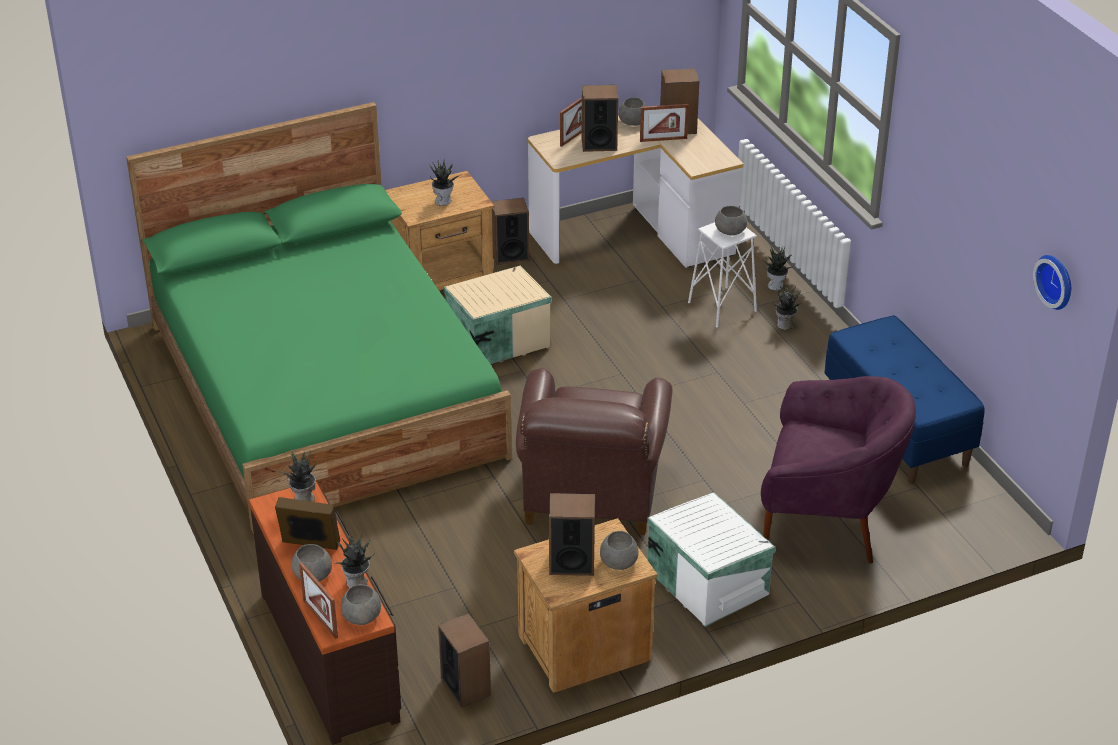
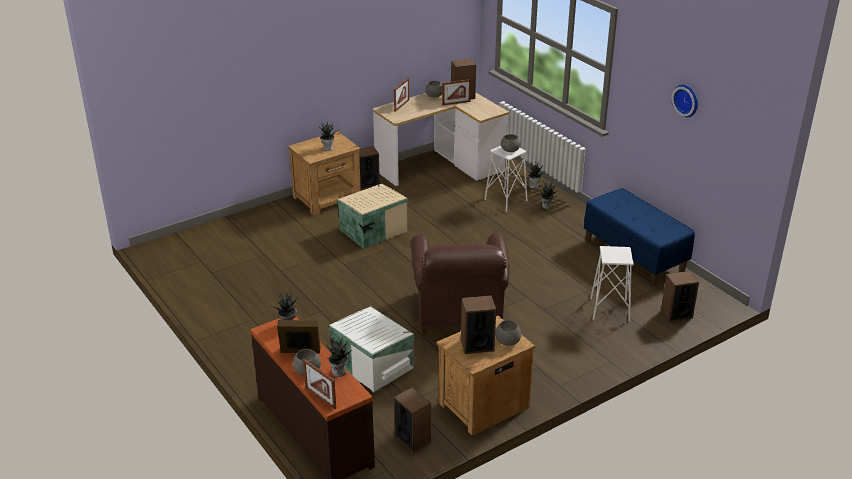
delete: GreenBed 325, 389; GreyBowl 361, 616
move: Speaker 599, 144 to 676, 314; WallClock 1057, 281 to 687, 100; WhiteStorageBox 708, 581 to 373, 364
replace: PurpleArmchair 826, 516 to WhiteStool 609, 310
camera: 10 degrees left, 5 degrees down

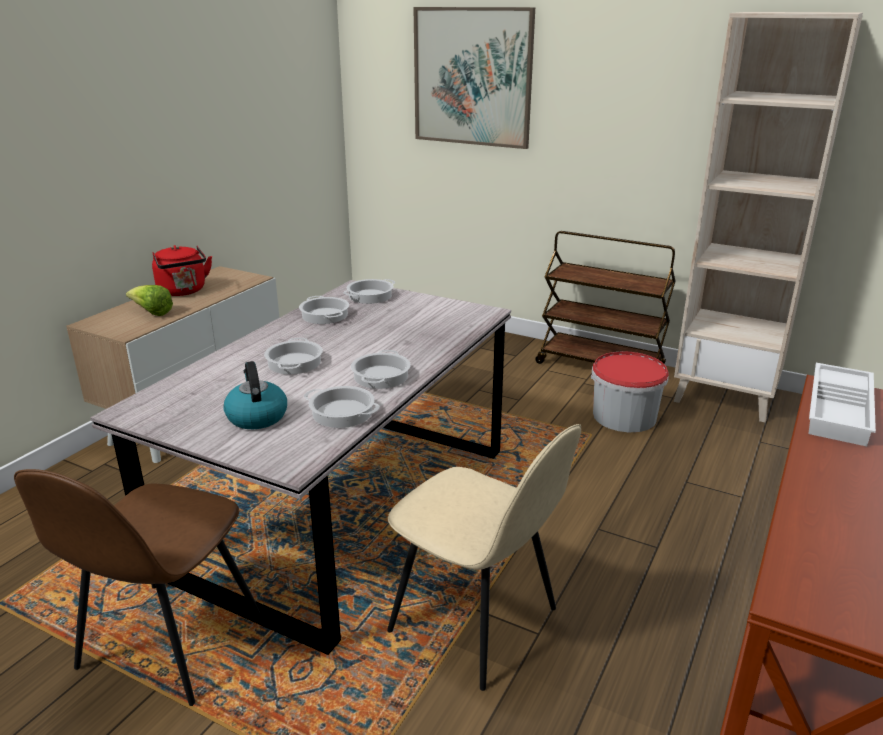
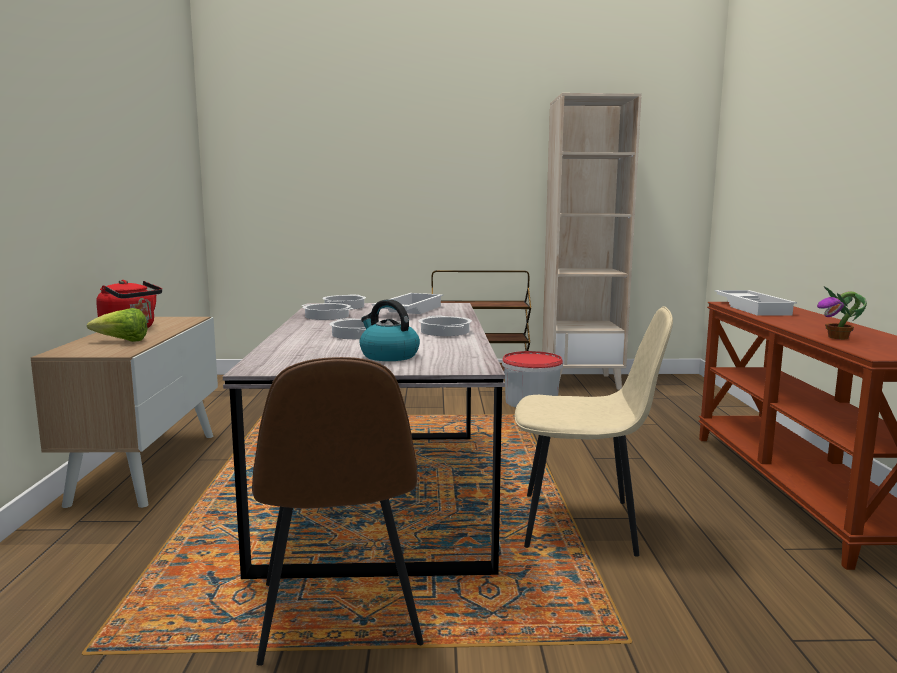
delete: Picture 472, 77; CookingPot 343, 413
insert: PottedPlant 838, 337; WhiteTray 408, 311
camera: 30 degrees left, 15 degrees down

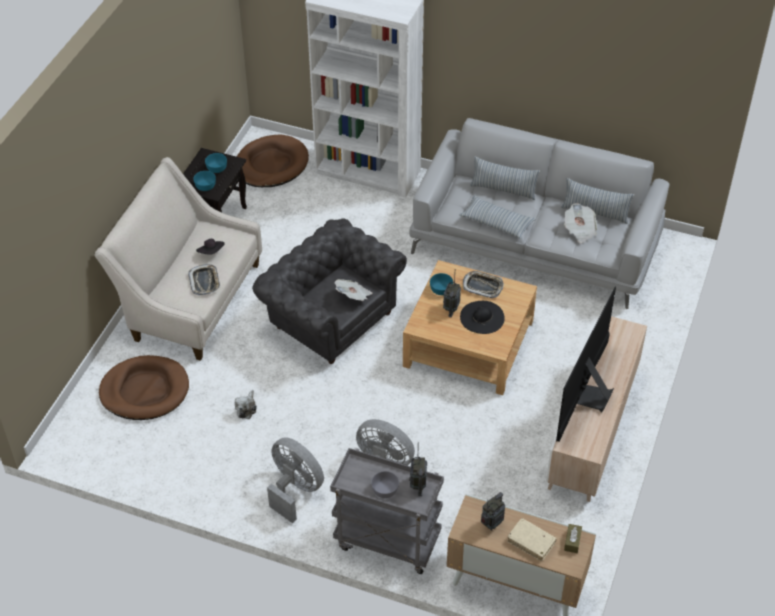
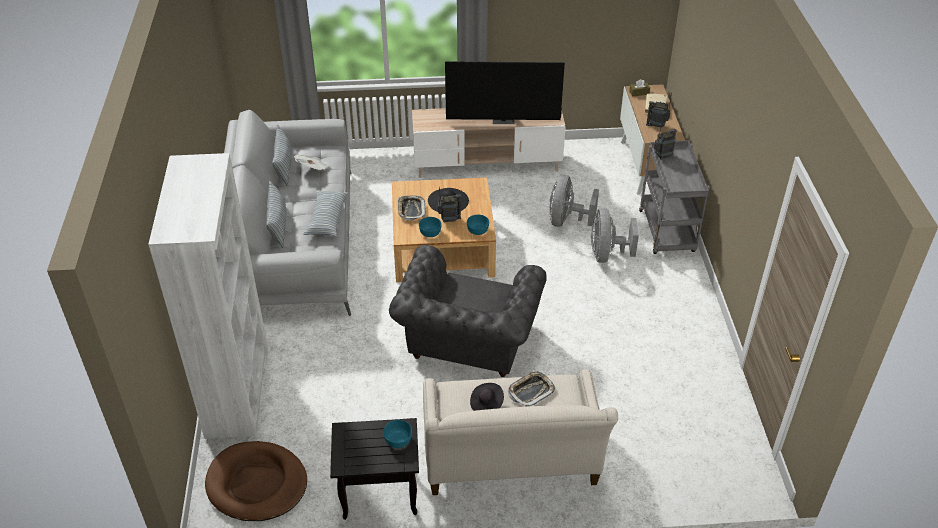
delete: Newspaper 353, 296; BrownDogBed 145, 391; PlushToy 246, 408; GreyBowl 385, 490
move: TurquoiseBowl 216, 168 to 477, 230; GreyFan 295, 489 to 566, 220
camera: 115 degrees left, 5 degrees down

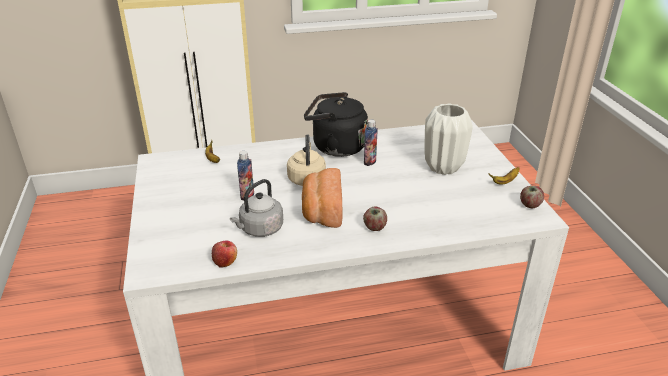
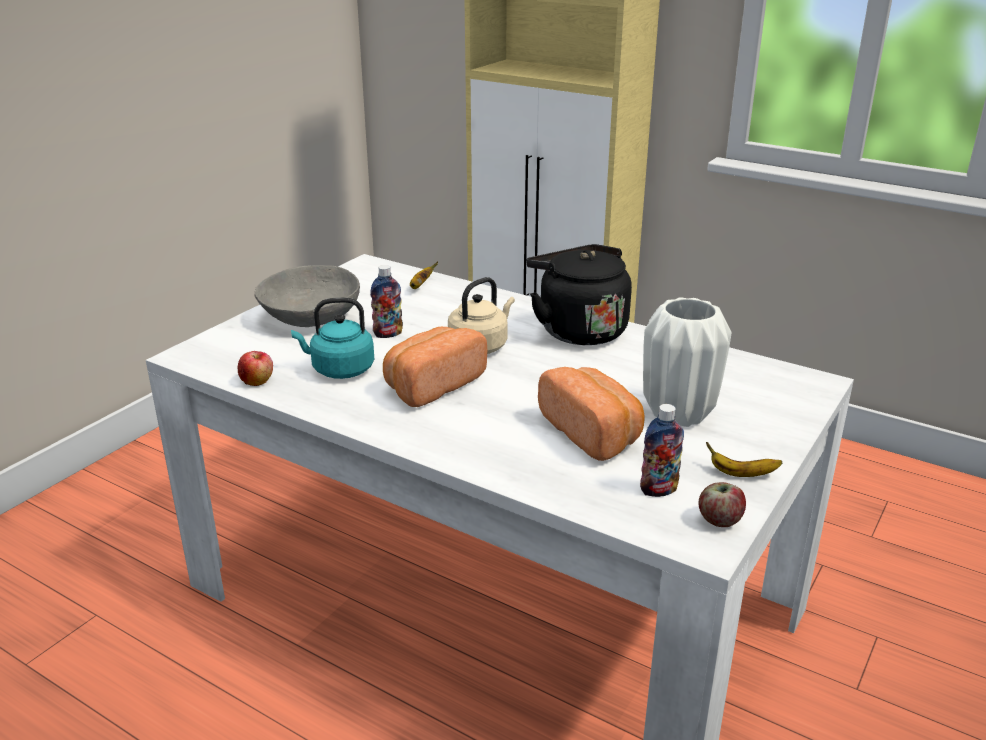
delete: Apple 374, 228
insert: GreyBowl 311, 316; Bread 593, 432
move: Bottle 370, 162 to 658, 490
recolor: GreyKettle 260, 229 to TurquoiseKettle 339, 370
camera: 45 degrees right, 5 degrees down

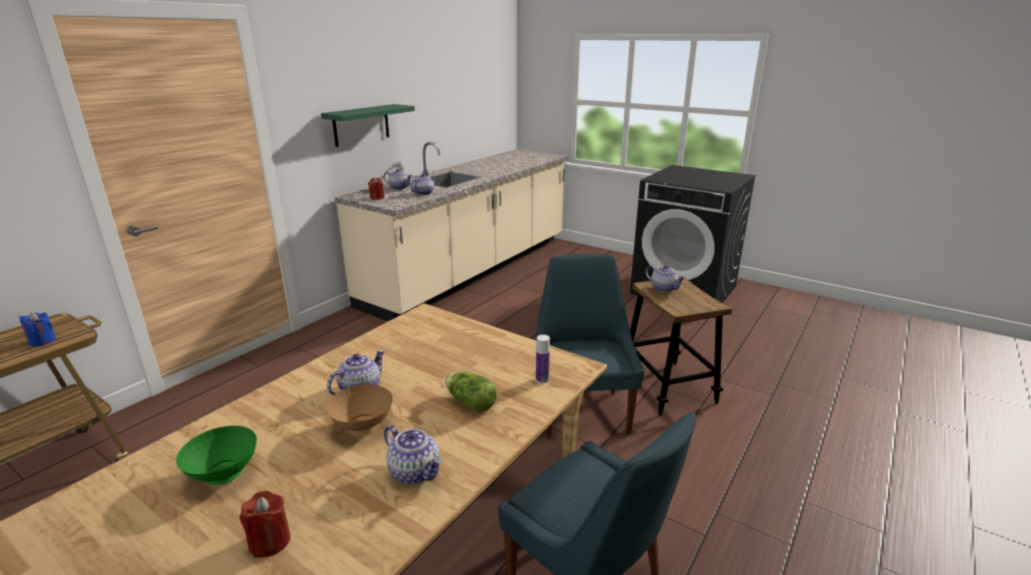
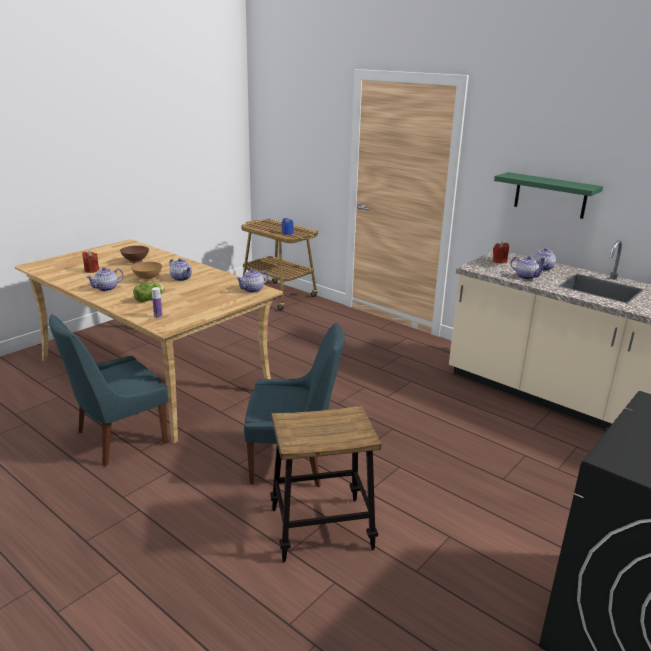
move: Teapot 664, 288 to 252, 290
recolor: GreenBowl 223, 475 to BrownBowl 135, 262
camera: 95 degrees right, 0 degrees up

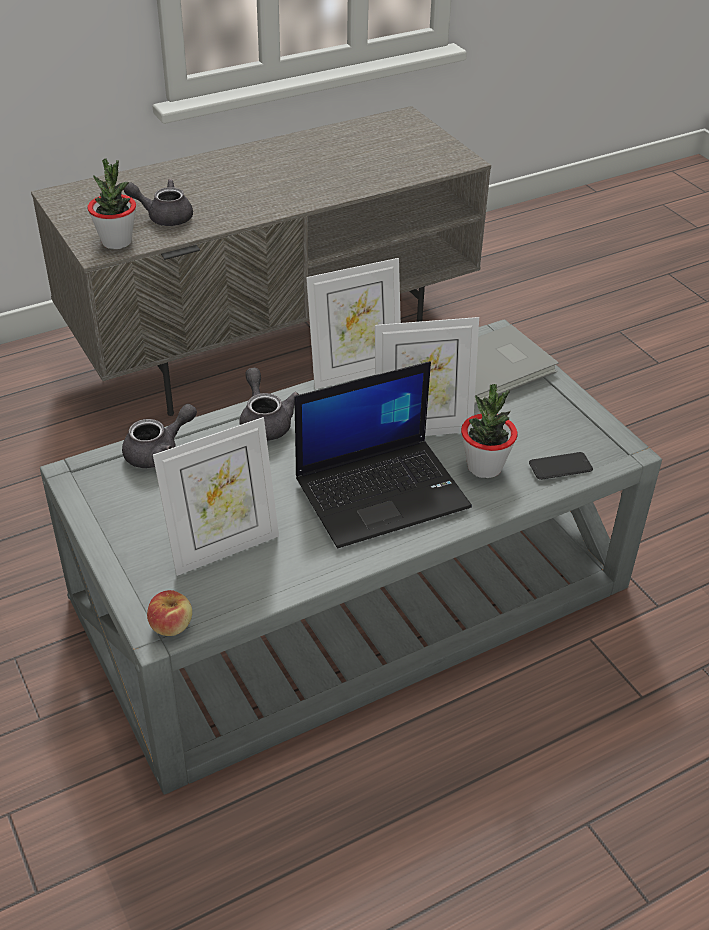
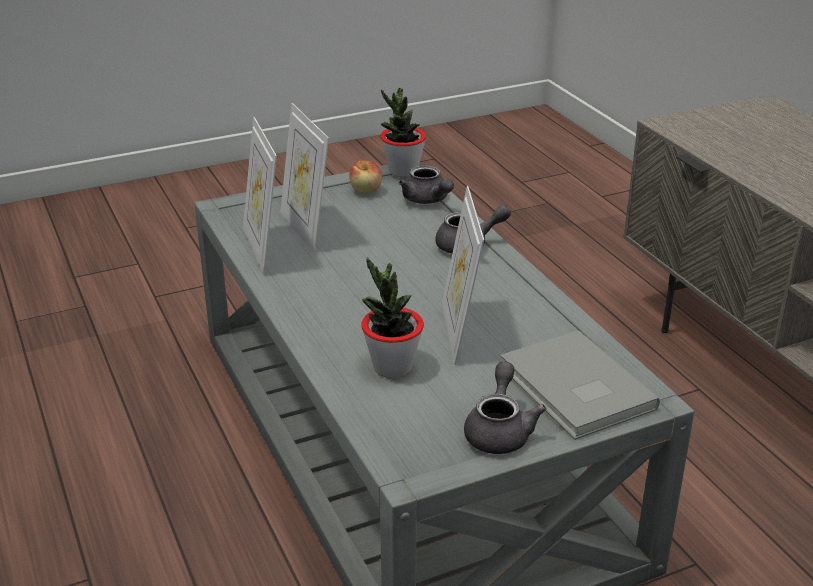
delete: Laptop 383, 491; Phone 560, 467
move: PottedPlant 117, 242 to 403, 171; GreyTeapot 164, 216 to 499, 430; PictureFrame 355, 372 to 263, 248; Apple 171, 625 to 366, 190
camera: 95 degrees right, 10 degrees down

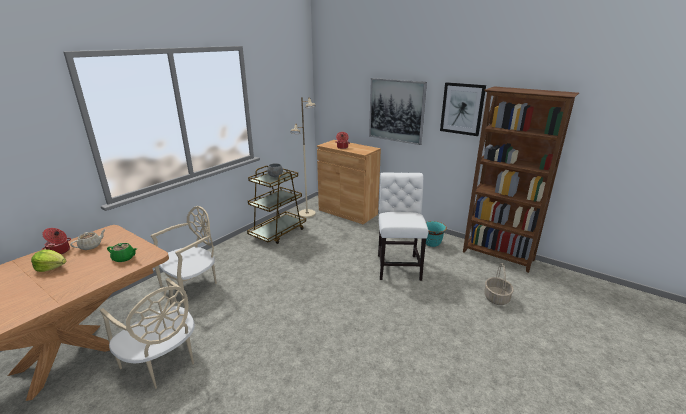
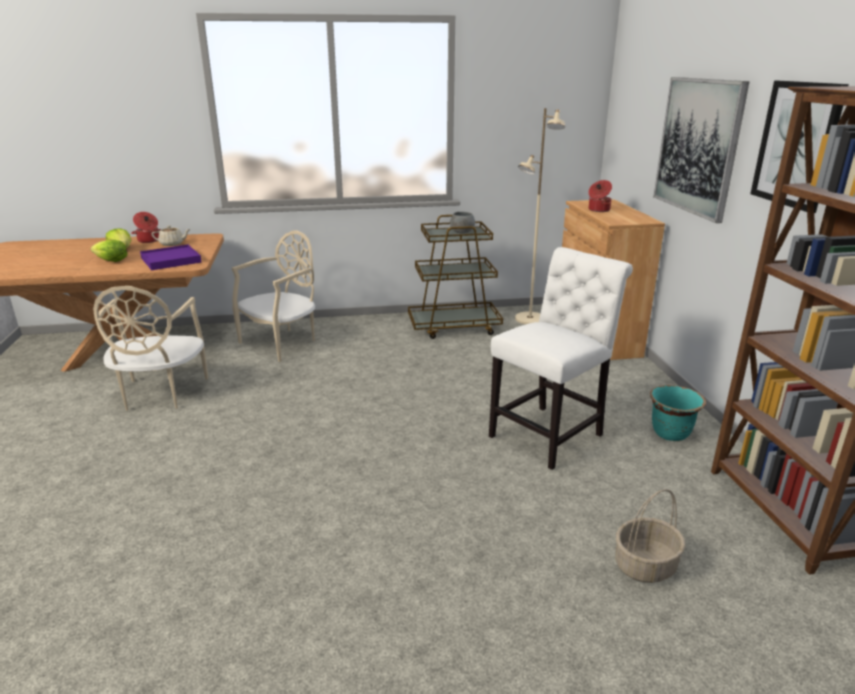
insert: Lettuce 111, 261
replace: GreenTeapot 124, 258 to PurpleTray 171, 260
rotate: BeigeChair 192, 286 = 282, 343 45 degrees counterclockwise
camera: 45 degrees right, 0 degrees up

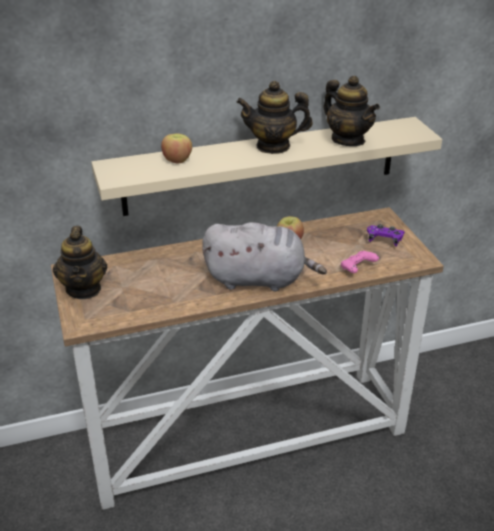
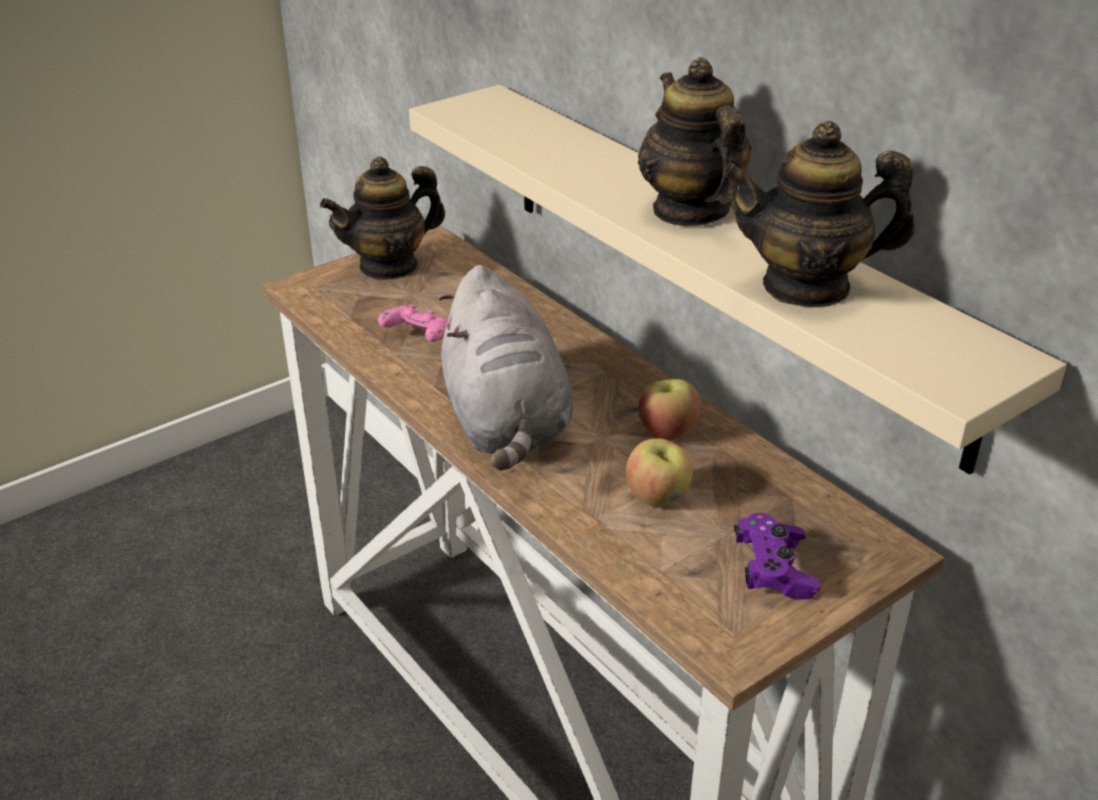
move: Apple 177, 160 to 657, 496; PinkGameController 357, 269 to 418, 338
rotate: Teapot 348, 140 = 806, 286 60 degrees clockwise
camera: 70 degrees right, 0 degrees up

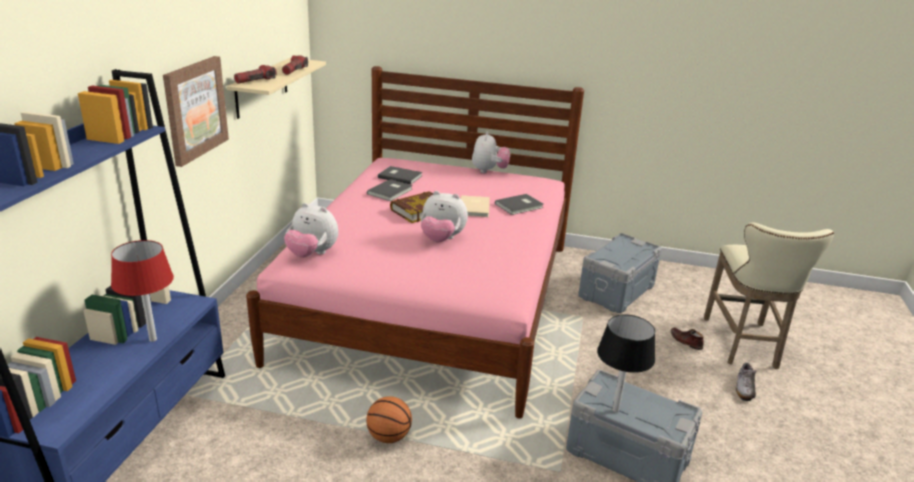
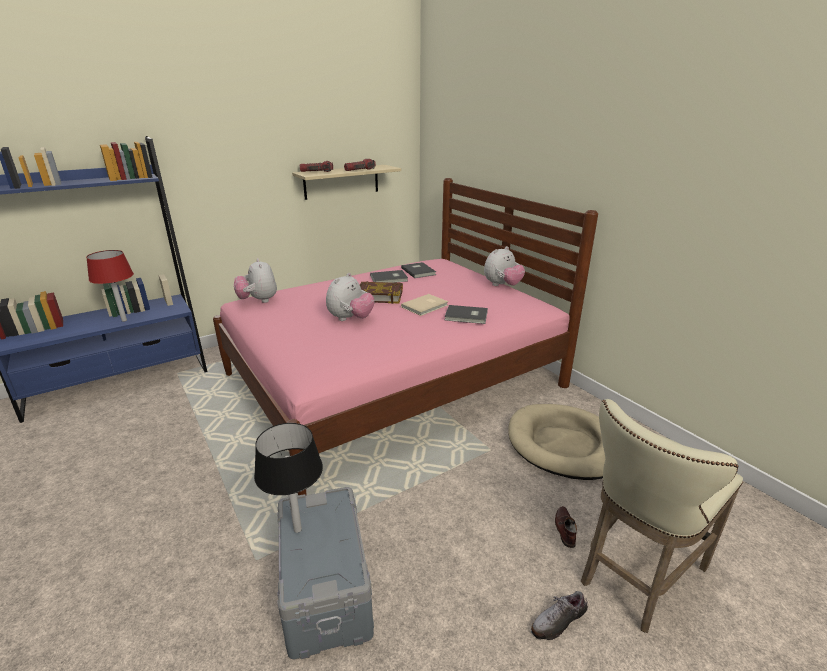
delete: Picture 195, 109; Basketball 389, 437
replace: GreyStorageBox 617, 291 to BeigeDogBed 565, 445
rotate: PlushToy 442, 239 = 350, 319 120 degrees counterclockwise
camera: 45 degrees right, 0 degrees up

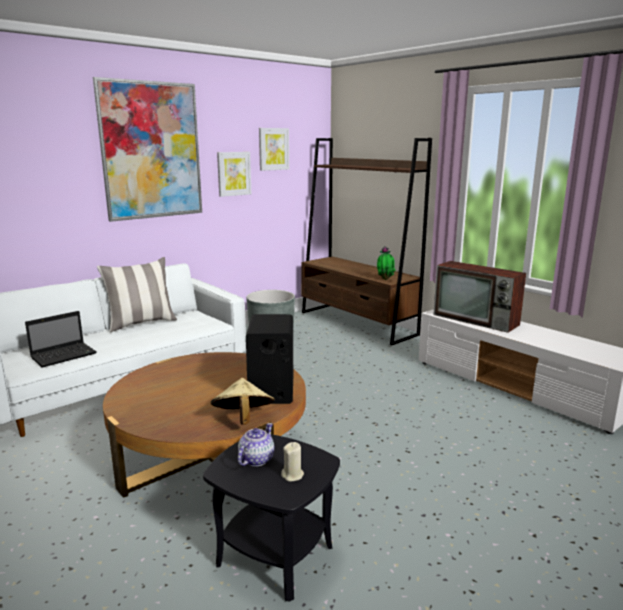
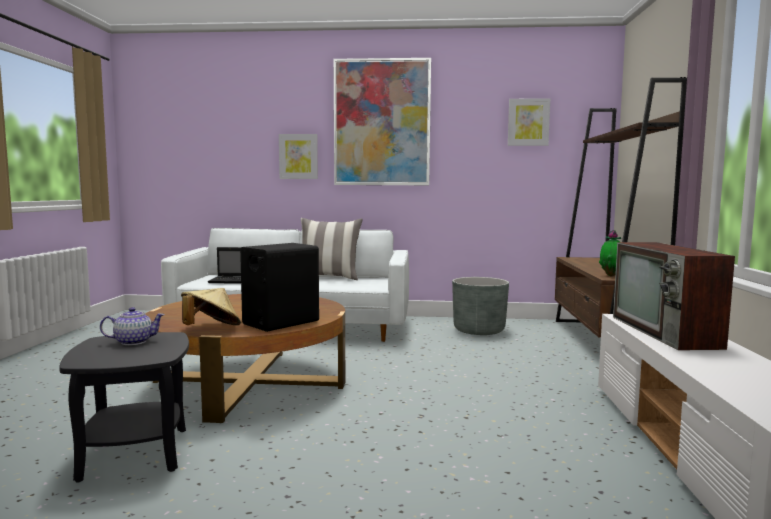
delete: BeigeCandle 292, 475
move: Picture 233, 173 to 298, 156
camera: 45 degrees right, 10 degrees down

